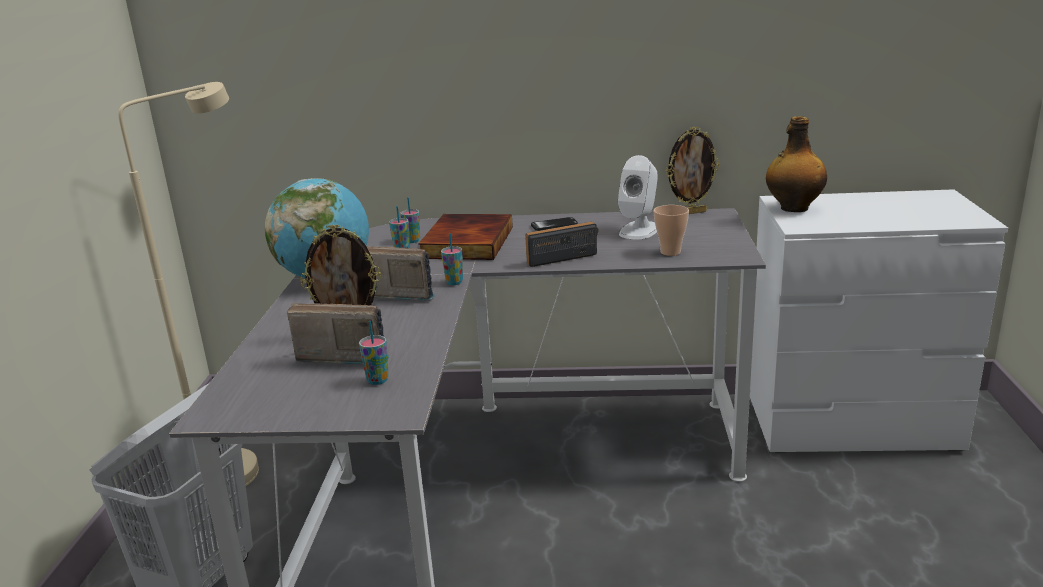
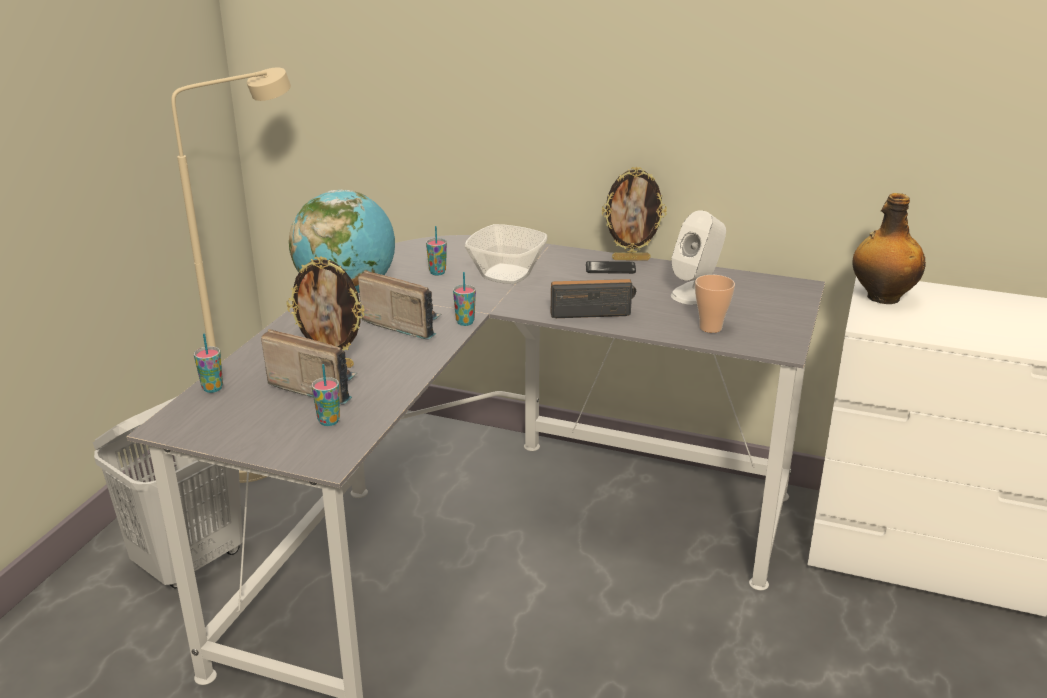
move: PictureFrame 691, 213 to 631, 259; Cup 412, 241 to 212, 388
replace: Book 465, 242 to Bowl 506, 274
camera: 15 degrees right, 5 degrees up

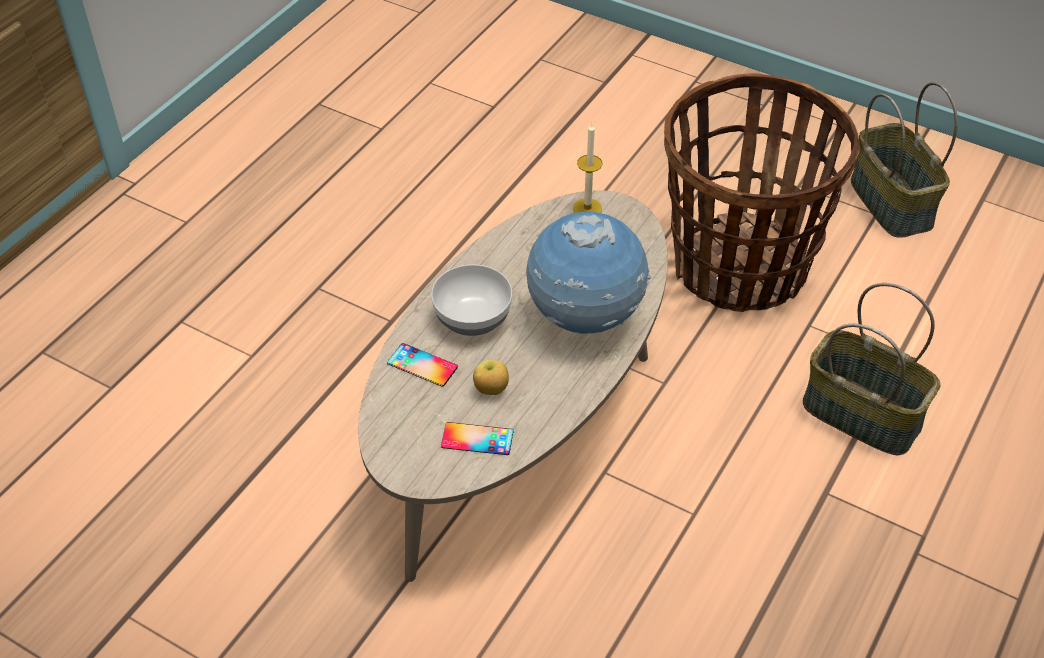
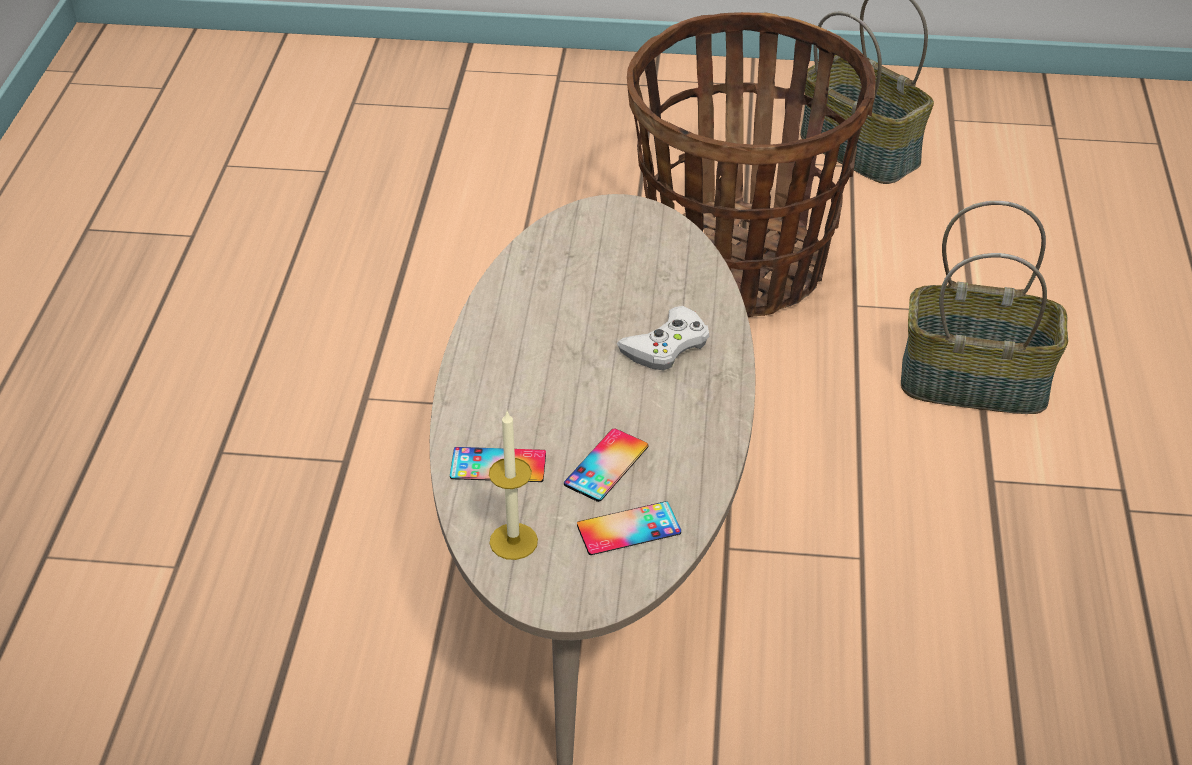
delete: Bowl 472, 317
move: Candle 587, 208 to 513, 541
replace: Globe 585, 319 to WhiteGameController 666, 346; Apple 490, 390 to Phone 606, 465
camera: 25 degrees left, 5 degrees down

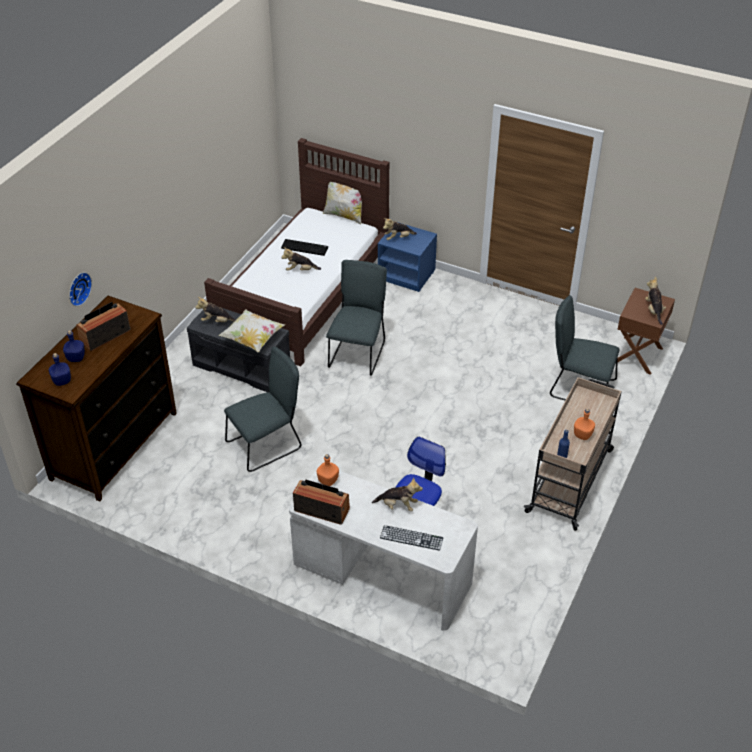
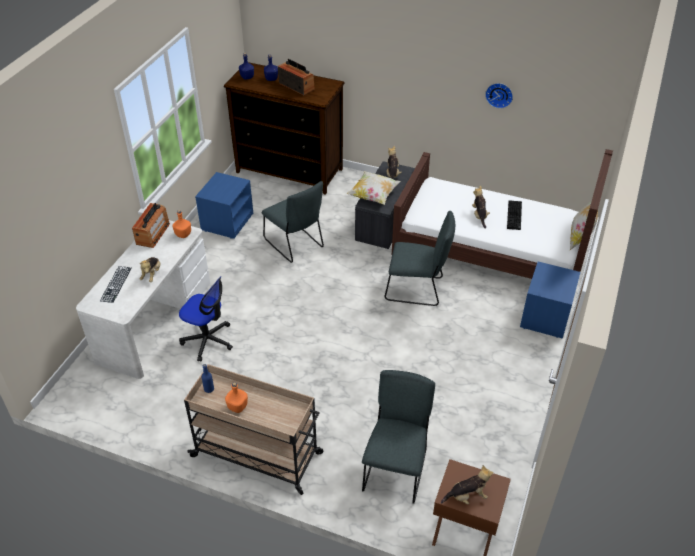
delete: PlushToy 398, 238
insert: BlueNightstand 227, 221
move: WallClock 78, 288 to 499, 94
camera: 85 degrees right, 0 degrees up

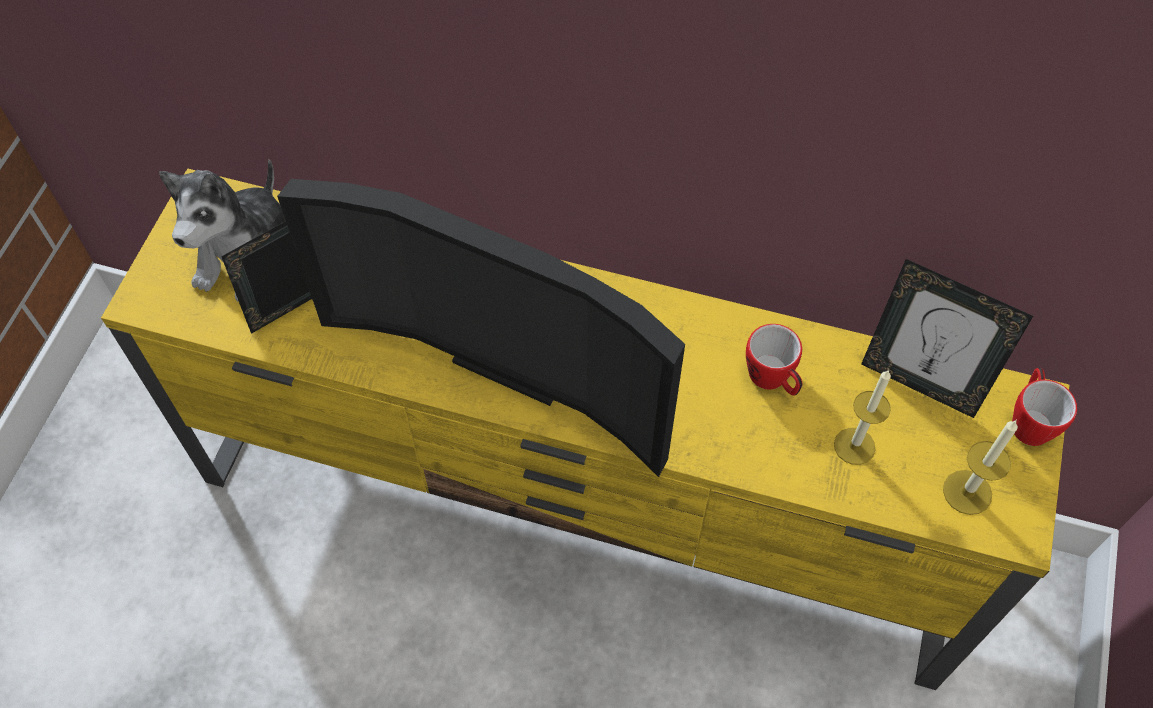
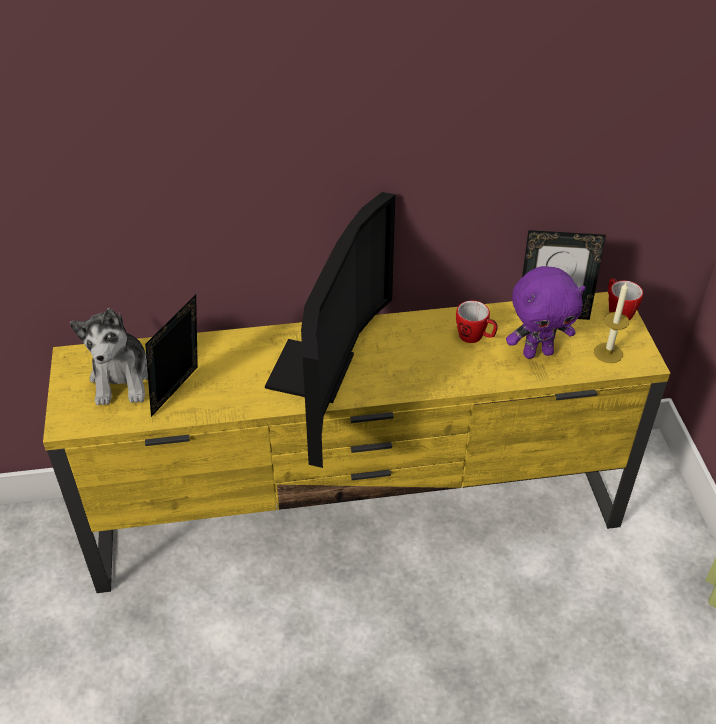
replace: Candle 854, 446 to PurplePlushToy 537, 352
rotate: Television 514, 357 = 323, 375 75 degrees counterclockwise
camera: 25 degrees left, 15 degrees down

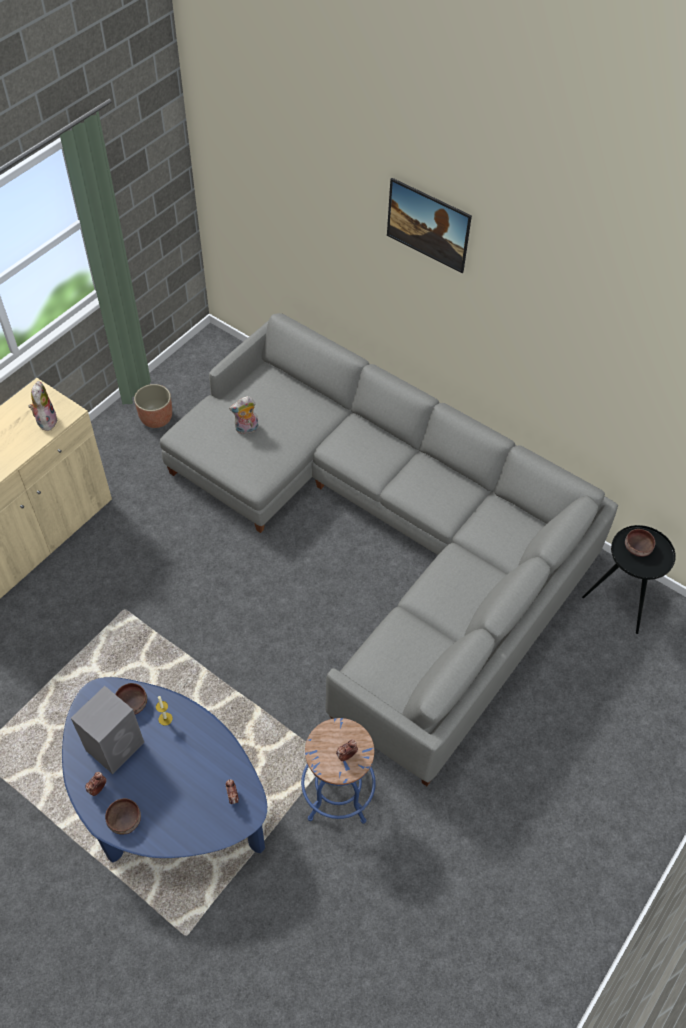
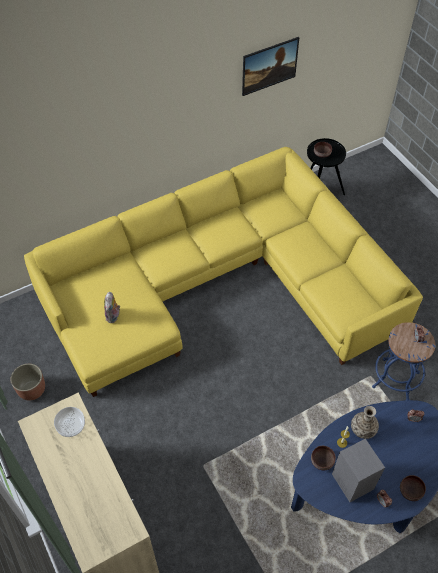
insert: Vase 363, 429
move: Picture 426, 239 to 269, 76
replace: PlushToy 45, 420 to Bowl 71, 425
recolor: GreySofa 386, 535 to YellowSofa 219, 284
camera: 65 degrees left, 0 degrees up

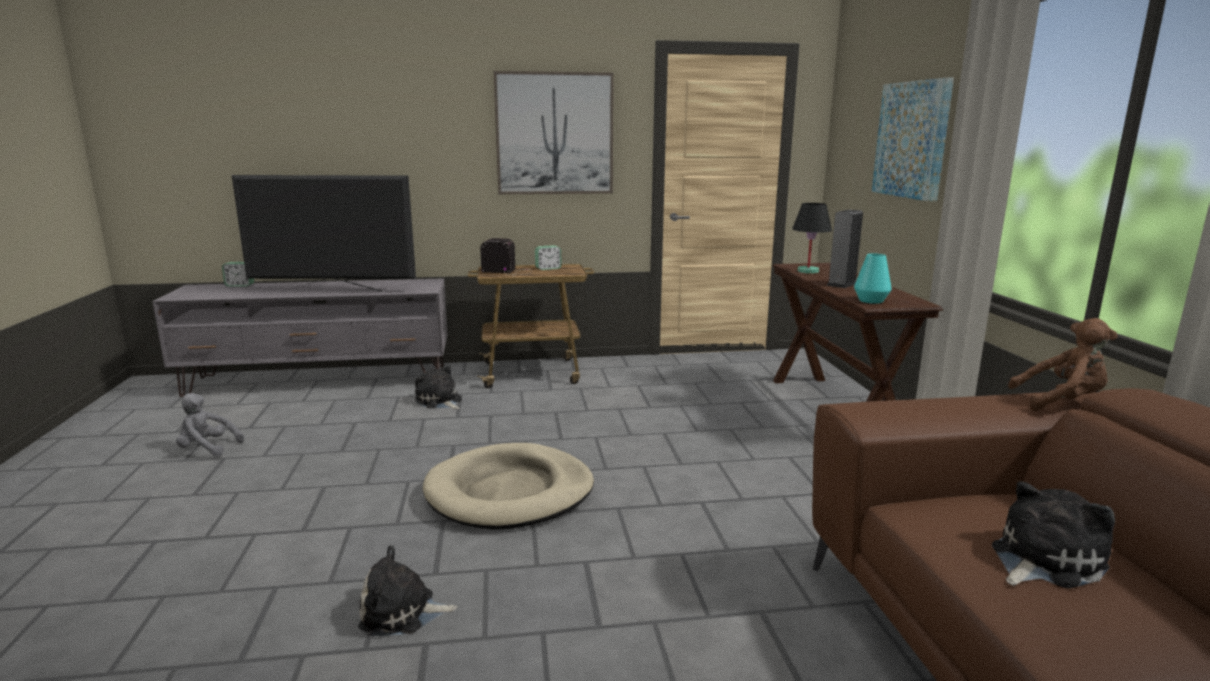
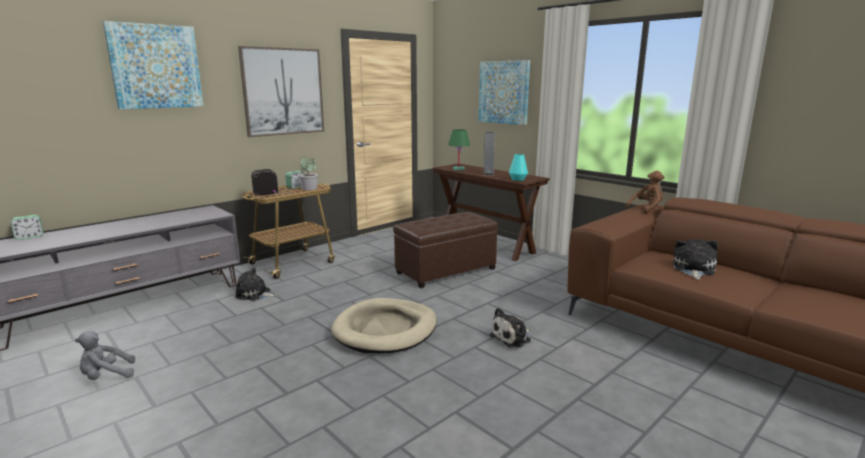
delete: Television 333, 291
insert: Picture 156, 66; PottedPlant 309, 188; BrownOttoman 445, 271
move: PlushToy 402, 613 to 512, 338
recolor: BlackTableLamp 808, 271 to GreenTableLamp 459, 169
camera: 35 degrees left, 0 degrees up

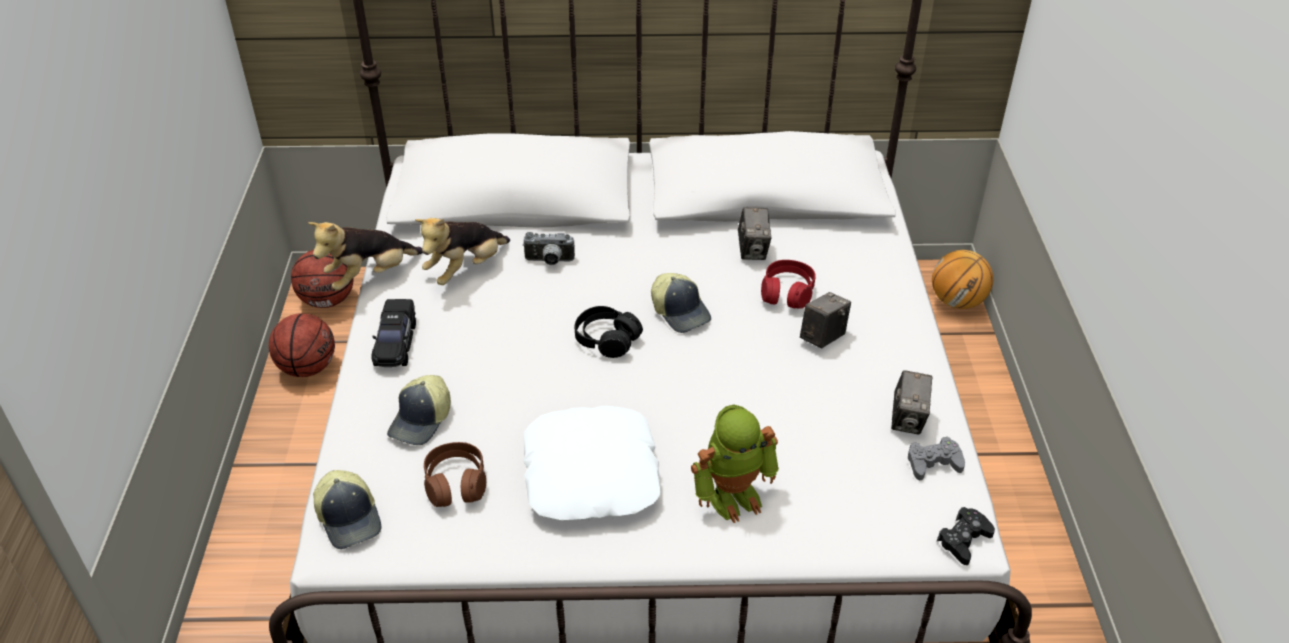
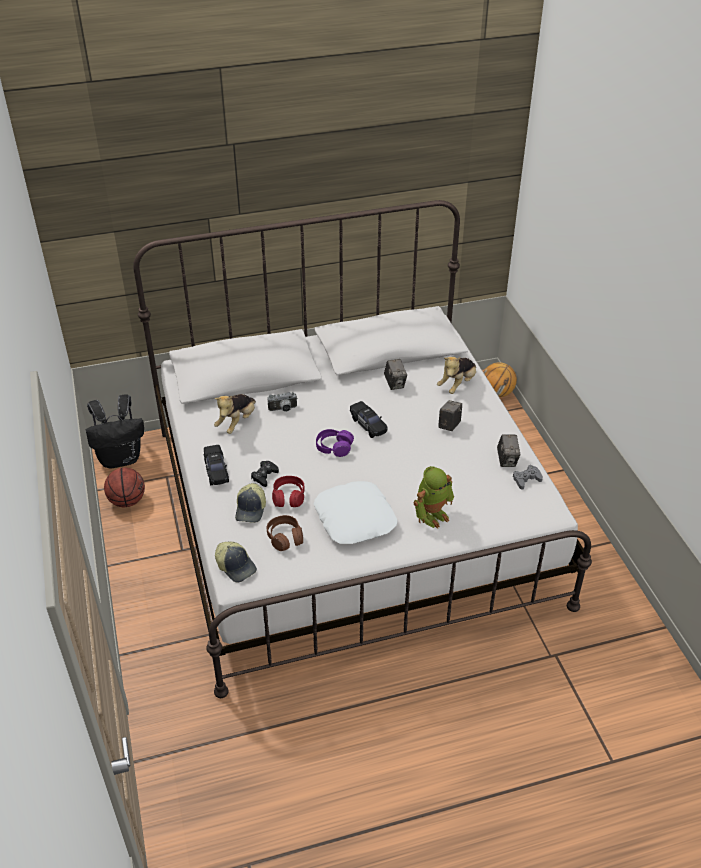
move: PlushToy 370, 276 to 457, 384; RedHeadphones 787, 293 to 288, 497; BlackGameController 964, 540 to 264, 476
replace: Basketball 328, 300 to BlackBackpack 121, 458; Cap 681, 311 to BlackToyCar 368, 425
recolor: BlackHeadphones 607, 339 to PurpleHeadphones 334, 447
camera: 15 degrees left, 0 degrees up

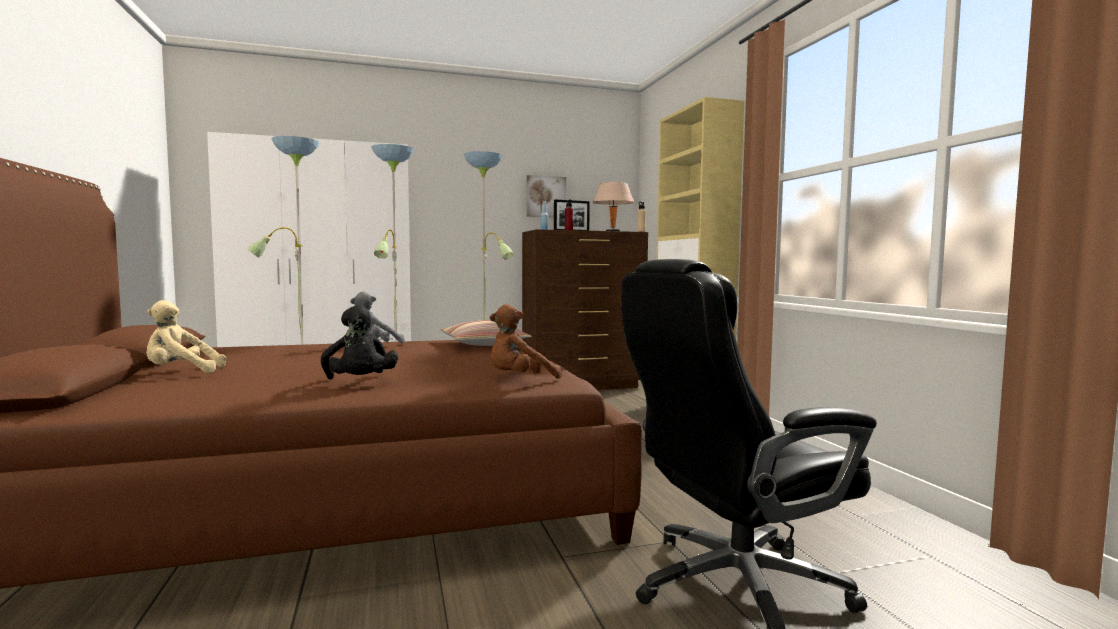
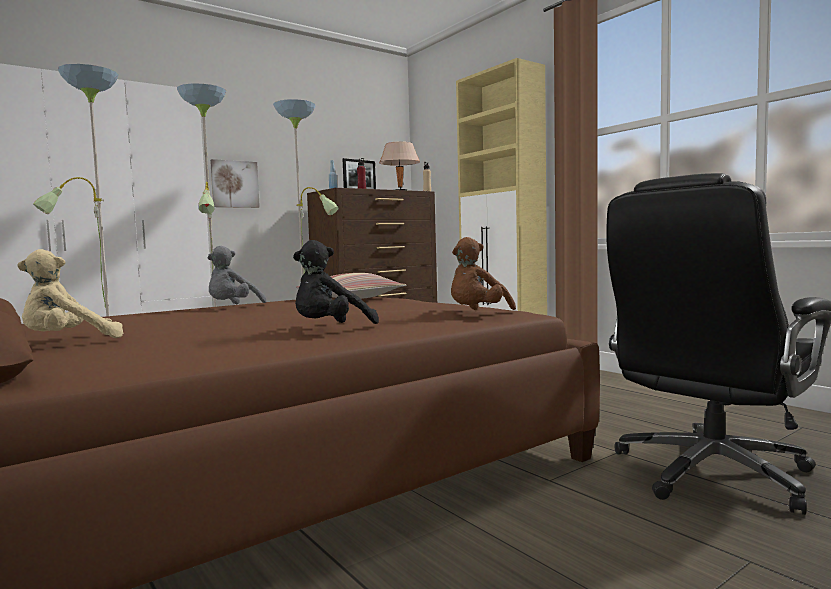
move: Picture 545, 196 to 234, 184
rotate: BlackPlushToy 360, 383 = 330, 329 90 degrees clockwise
camera: 20 degrees left, 0 degrees up

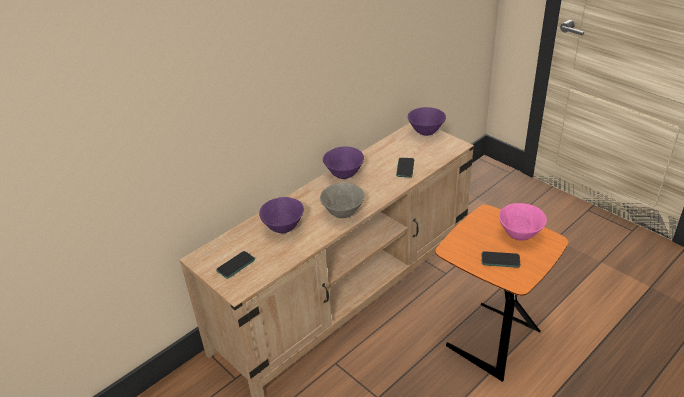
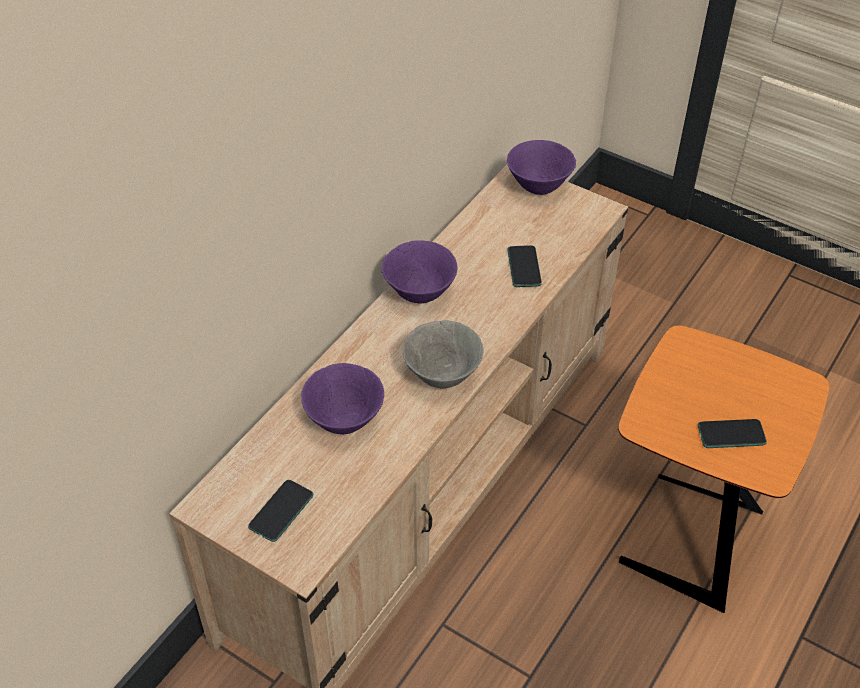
delete: PinkBowl 519, 235
camera: 15 degrees left, 10 degrees up

